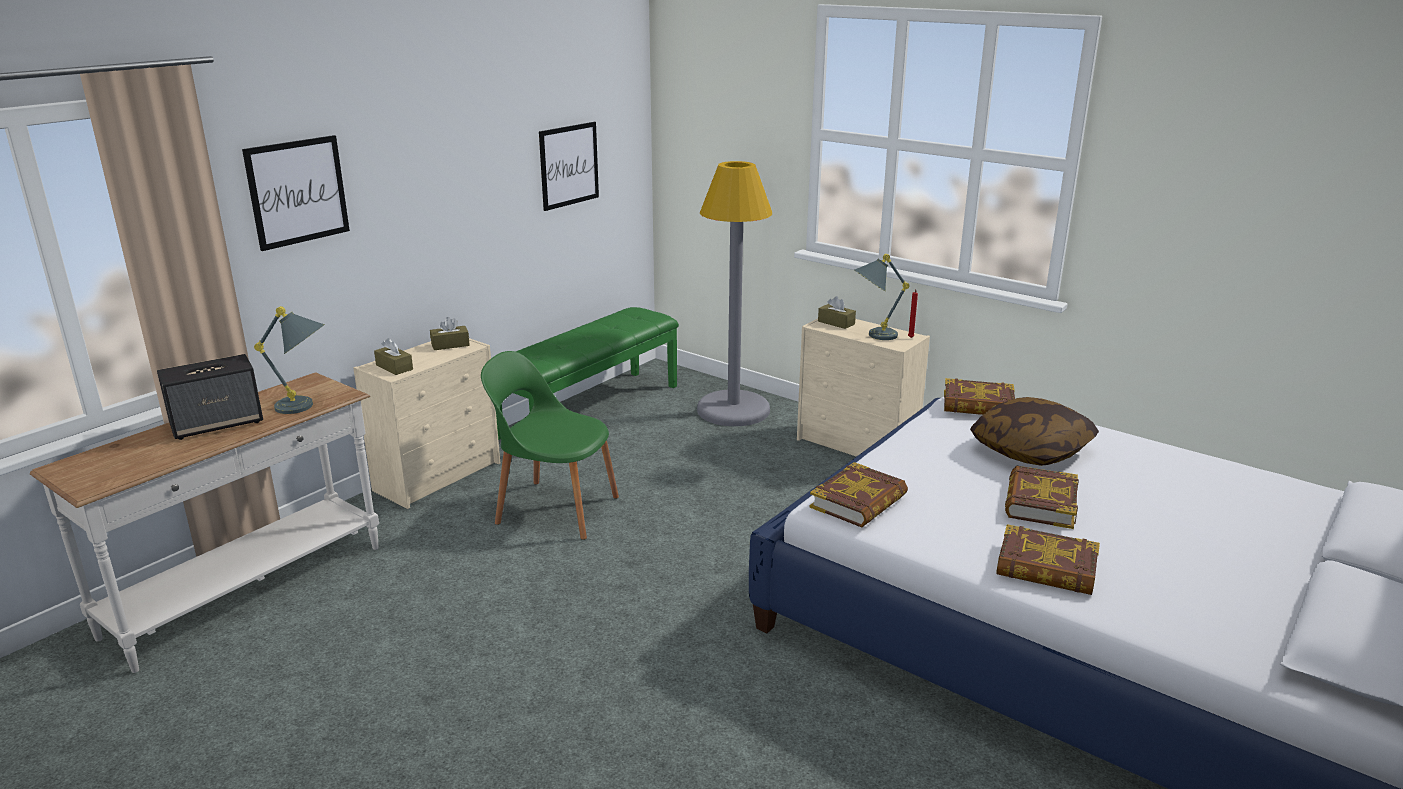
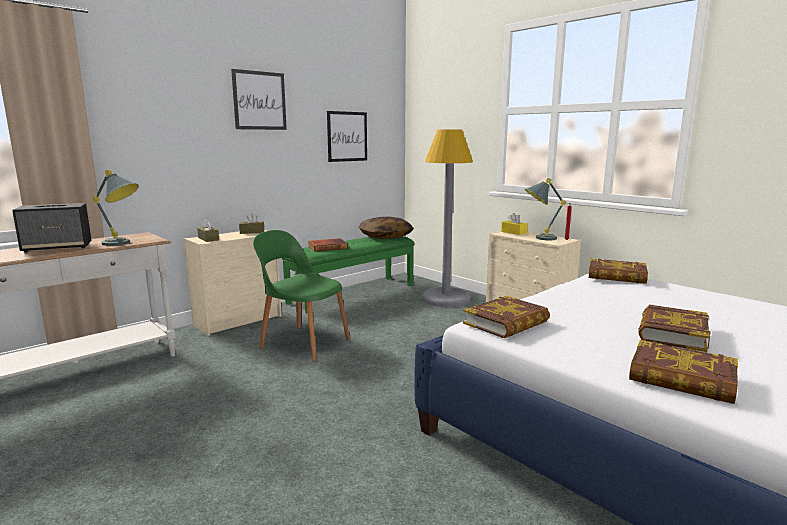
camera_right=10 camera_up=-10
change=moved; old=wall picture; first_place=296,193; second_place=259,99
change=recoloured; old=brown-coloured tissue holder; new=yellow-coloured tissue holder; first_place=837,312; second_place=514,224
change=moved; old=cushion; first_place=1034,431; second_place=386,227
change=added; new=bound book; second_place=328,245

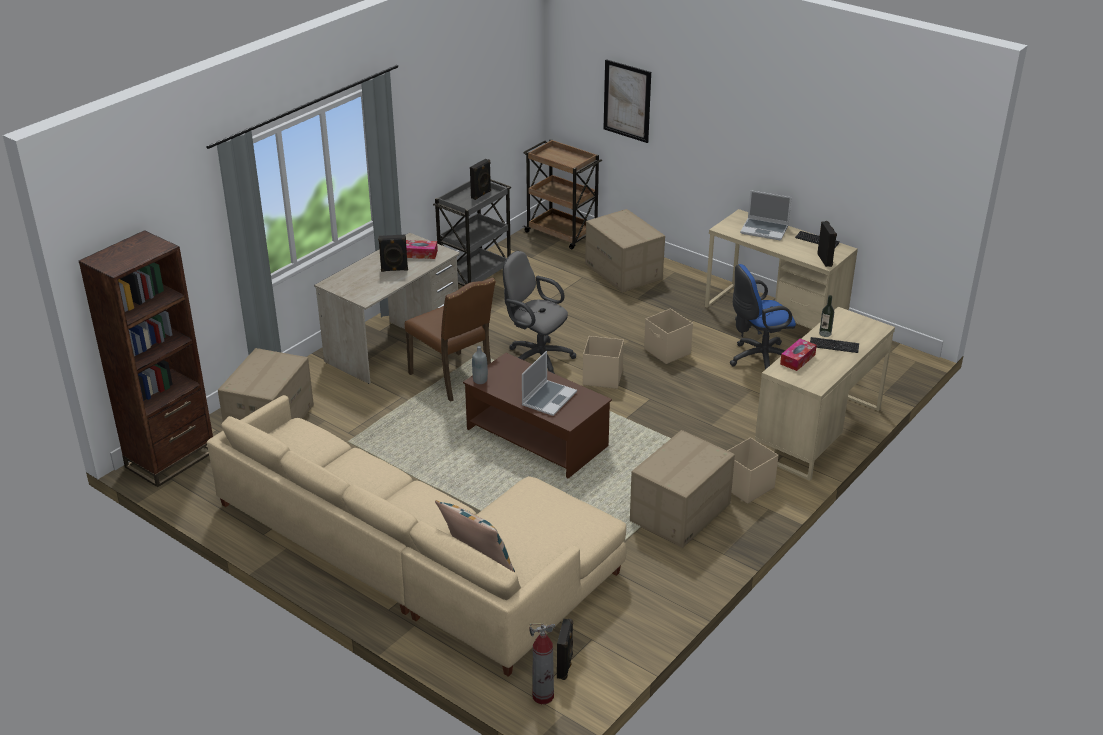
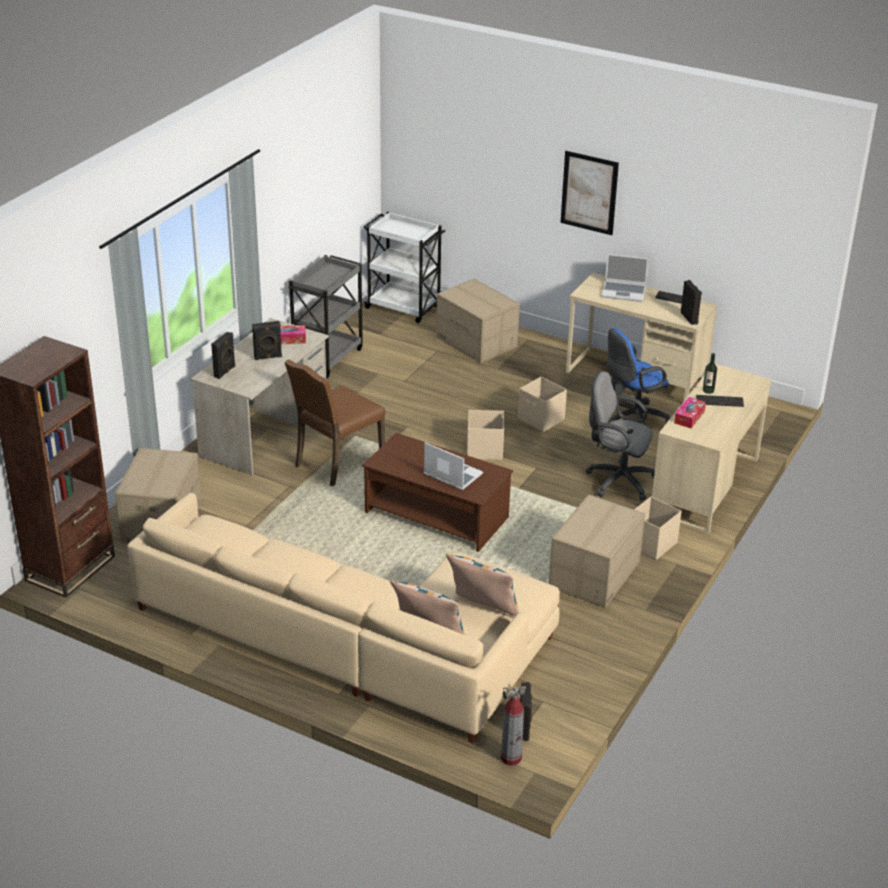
camera_right=-10 camera_up=0
change=moved; old=wall picture; first_place=627,101; second_place=590,193
change=recoloured; old=brown-coloured cart; new=white cart; first_place=562,194; second_place=404,267
change=moved; old=black loudspeaker; first_place=480,179; second_place=223,355
change=moved; old=gray office chair; first_place=539,312; second_place=620,436
change=turned; old=brown-coloured chair; first_place=450,340; second_place=335,423; degrees=90
change=removed; old=gray bottle; first_place=480,365
change=turned; old=laptop; first_place=549,383; second_place=453,466; degrees=-75
change=added; new=cushion; second_place=483,585

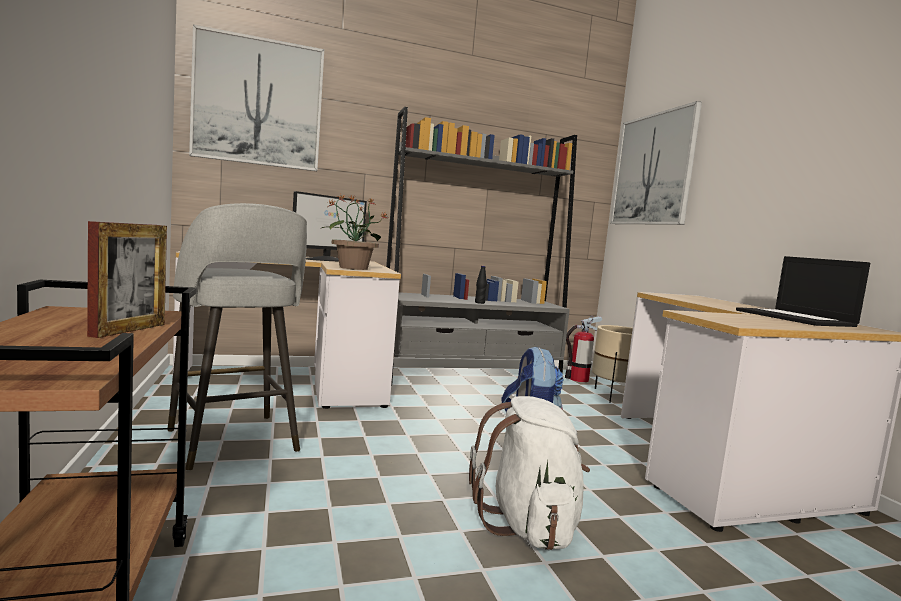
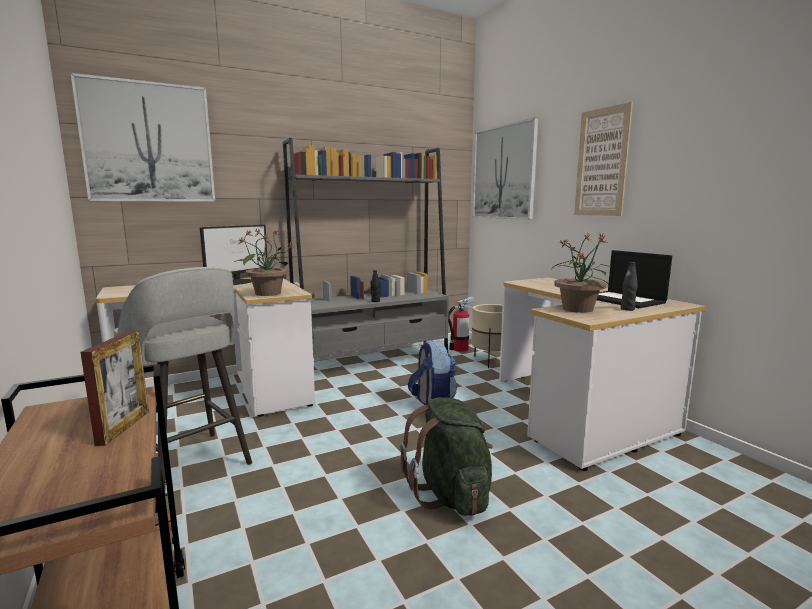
camera_right=-10 camera_up=5
change=recoloured; old=white backpack; new=green-coloured backpack; first_place=529,473; second_place=446,456
change=added; new=wall picture; second_place=603,159
change=added; new=potted plant; second_place=583,273
change=added; new=black bottle; second_place=629,286

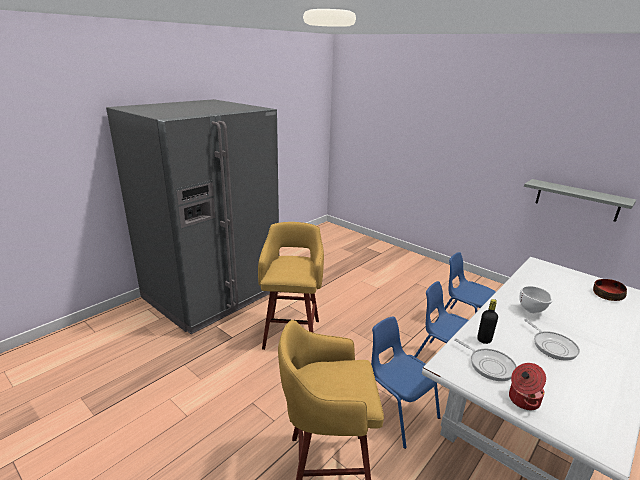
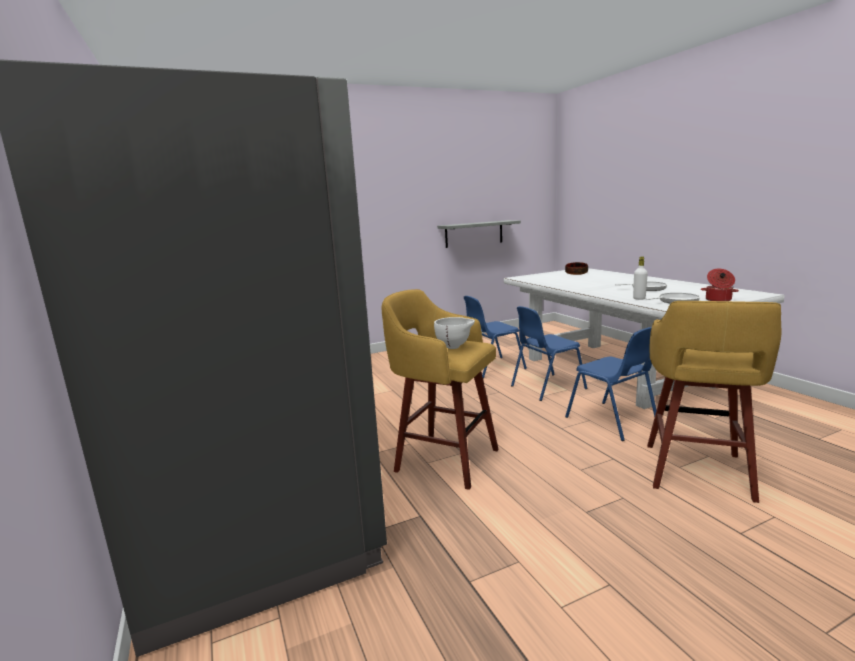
camera_right=-65 camera_up=-10
change=moved; old=white bowl; first_place=535,299; second_place=454,333
change=recoloured; old=black bottle; new=white bottle; first_place=487,321; second_place=640,278
change=turned; old=blue-coloured chair; first_place=405,382; second_place=610,384; degrees=-105

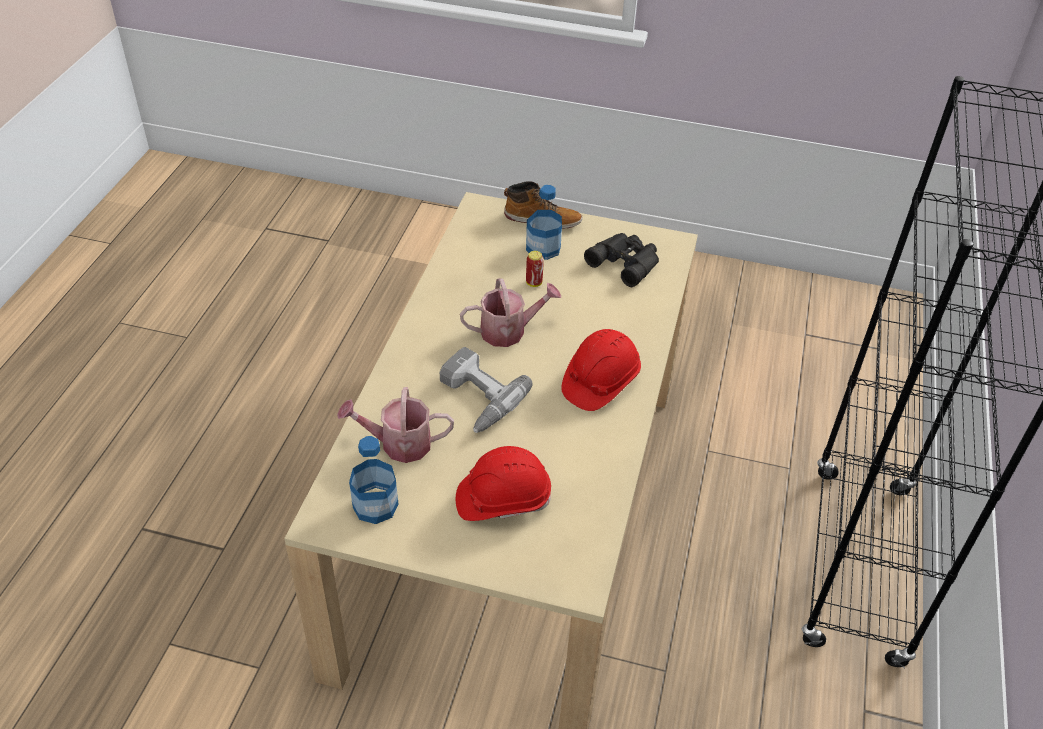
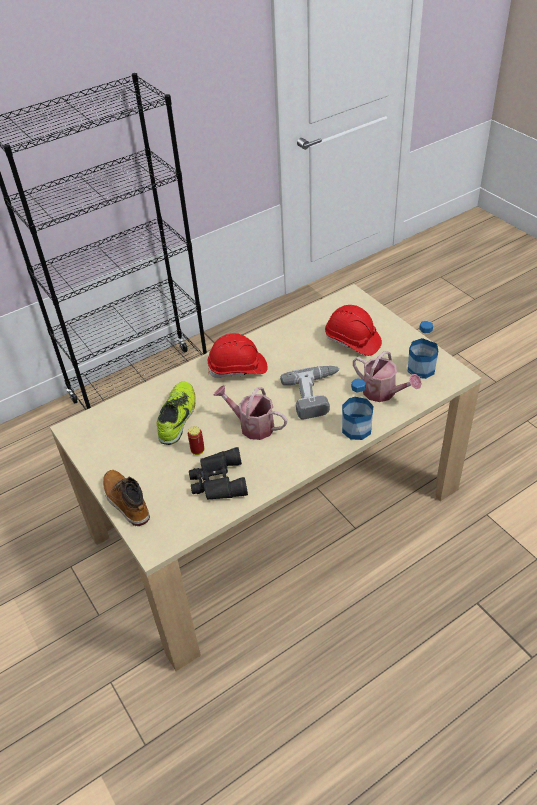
camera_right=-135 camera_up=0
change=moved; old=bottle; first_place=544,222; second_place=357,409
change=moved; old=black pair of binoculars; first_place=621,260; second_place=218,473
change=added; new=shoe; second_place=176,413

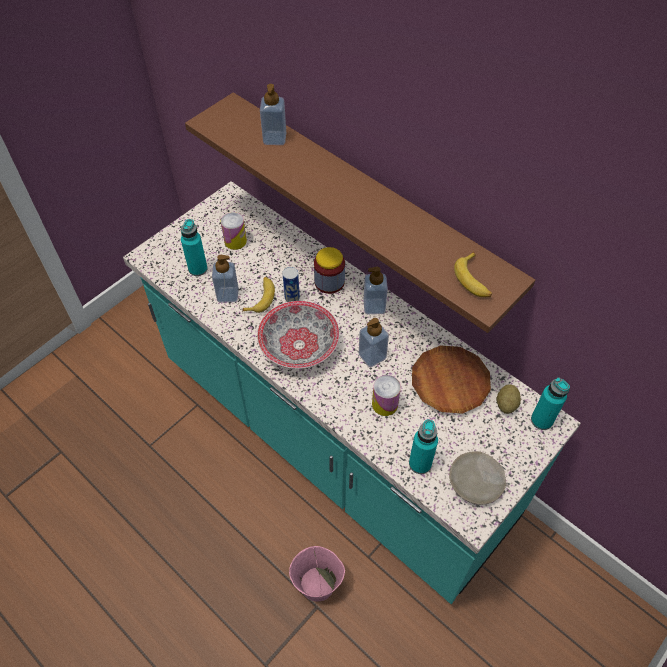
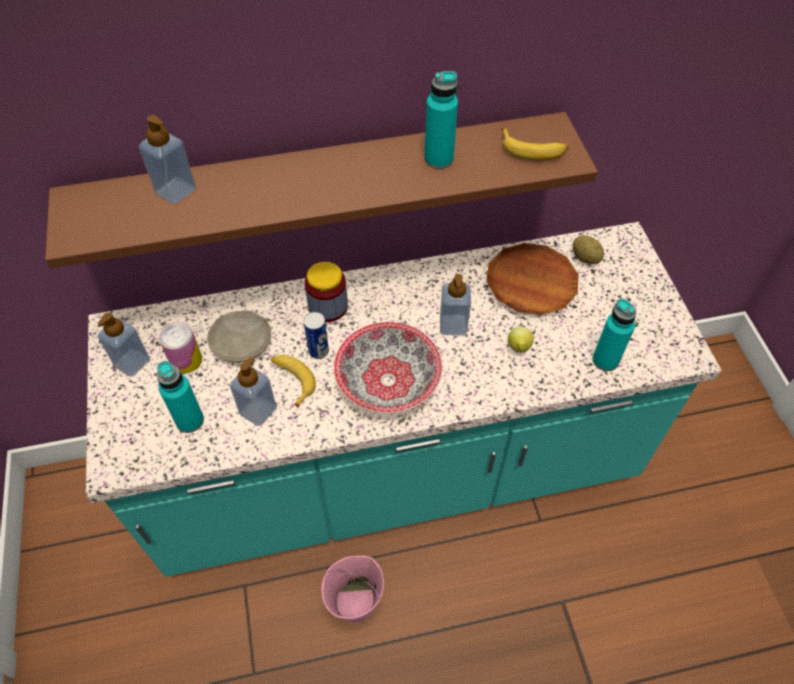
camera_right=-55 camera_up=0
change=moved; old=liquid soap bottle; first_place=375,290; second_place=123,345
change=replaced; old=metal can; new=whole lemon; first_place=386,395; second_place=521,339
change=moved; old=turquoise bottle; first_place=550,404; second_place=441,120
change=moved; old=beige flat dish; first_place=477,478; second_place=239,337
change=moved; old=pink-coloured water bucket; first_place=317,574; second_place=353,589

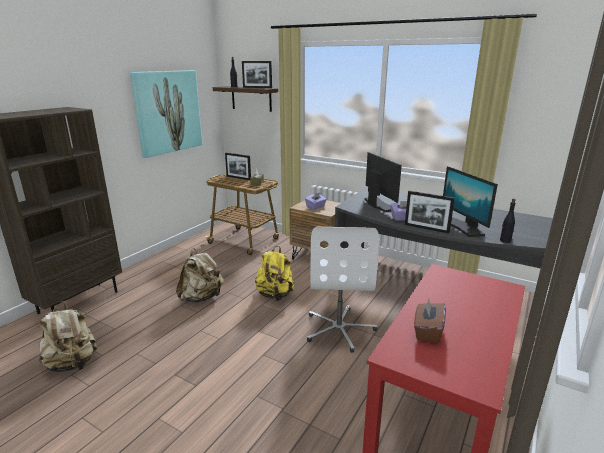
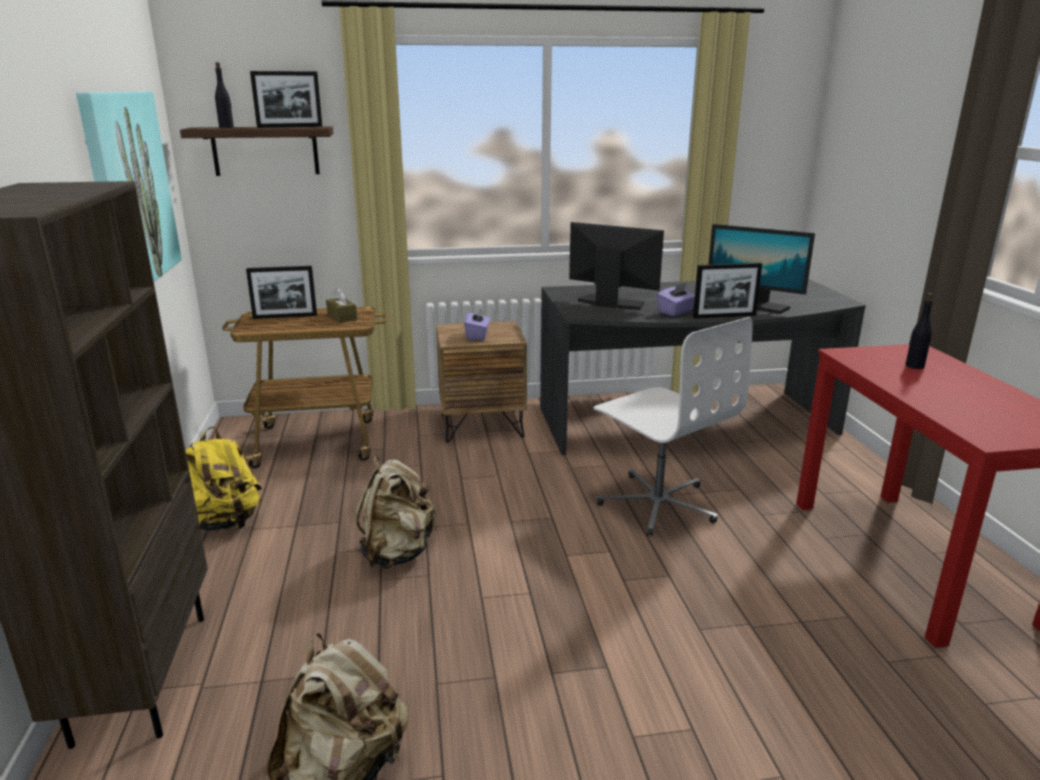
camera_right=-40 camera_up=0
change=moved; old=black bottle; first_place=508,221; second_place=919,331
change=moved; old=yellow-coloured backpack; first_place=274,273; second_place=224,478
change=removed; old=brown-coloured tissue holder; first_place=430,320

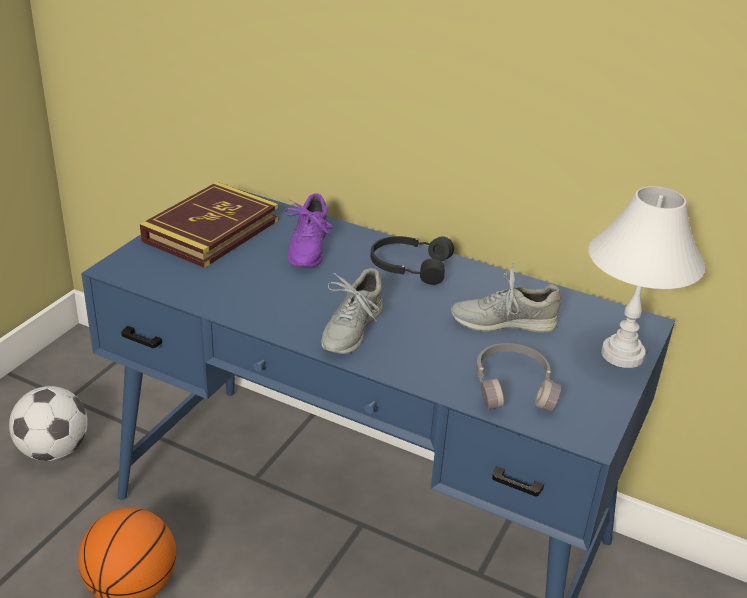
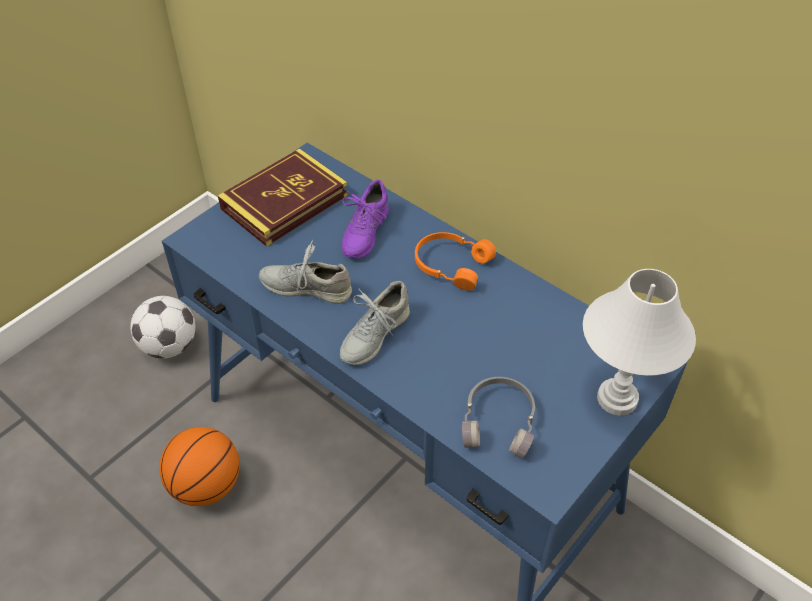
camera_right=15 camera_up=15
change=recoloured; old=black headset; new=orangey headset; first_place=412,260; second_place=455,261
change=moved; old=gray shoe; first_place=506,298; second_place=305,272

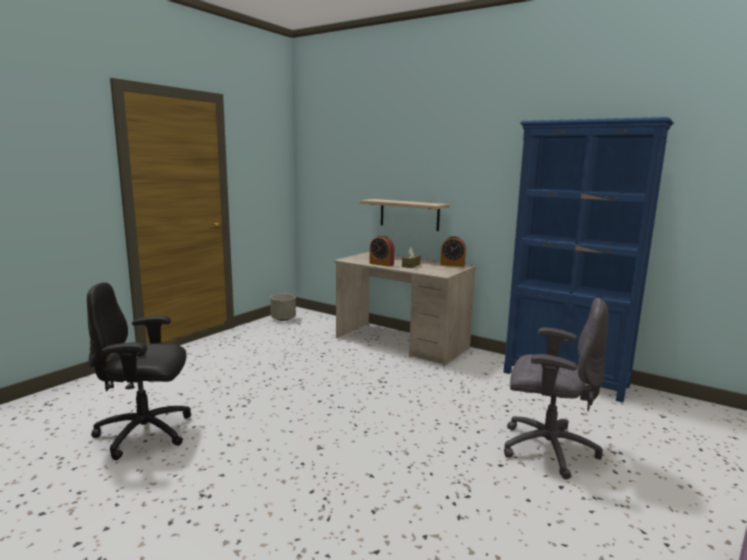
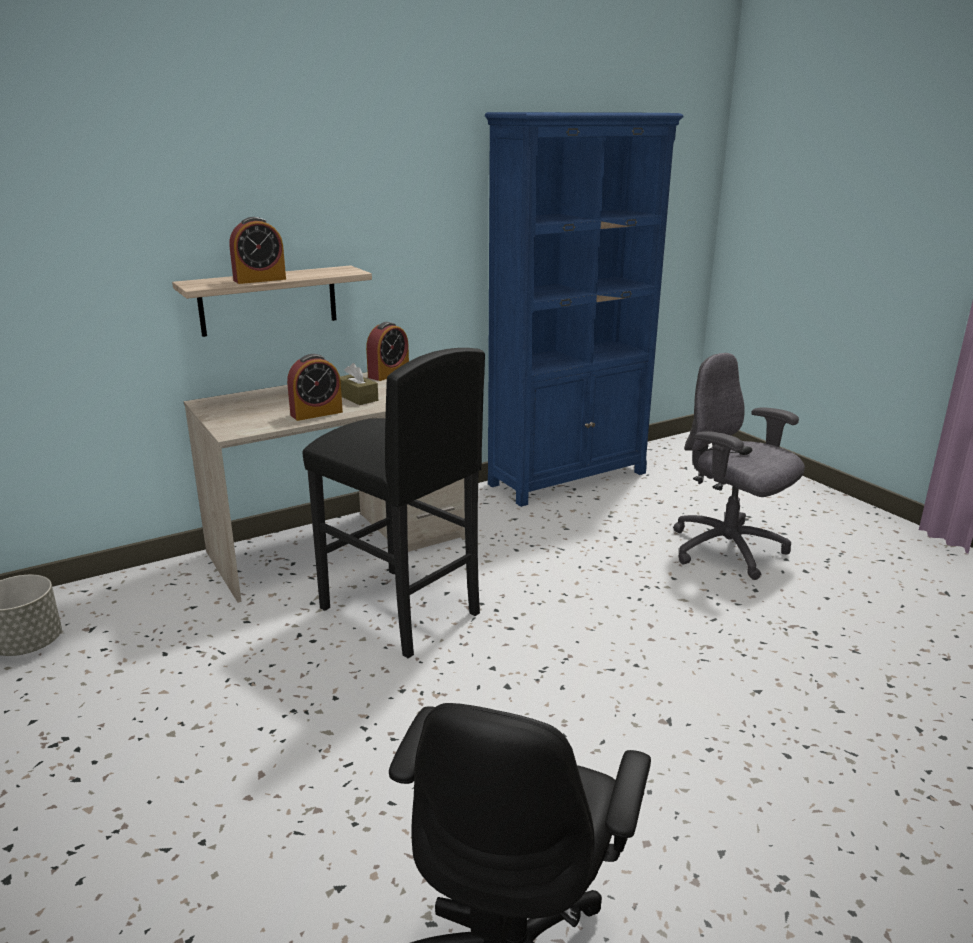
camera_right=-65 camera_up=10
change=turned; old=gray office chair; first_place=556,389; second_place=739,466; degrees=-90
change=added; new=alarm clock; second_place=257,250
change=added; new=black stool; second_place=394,503

